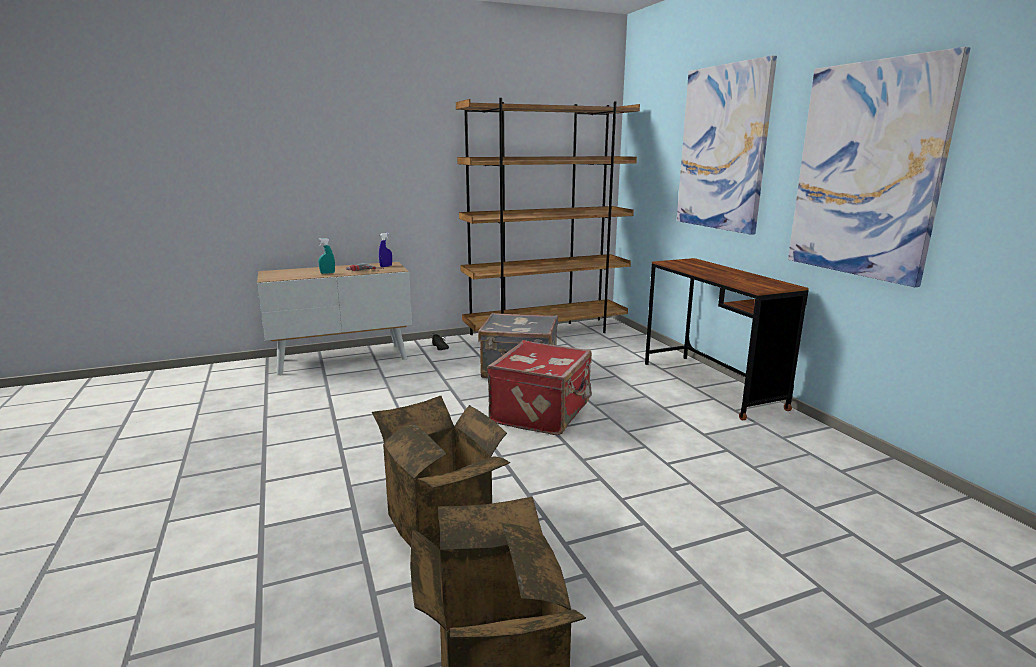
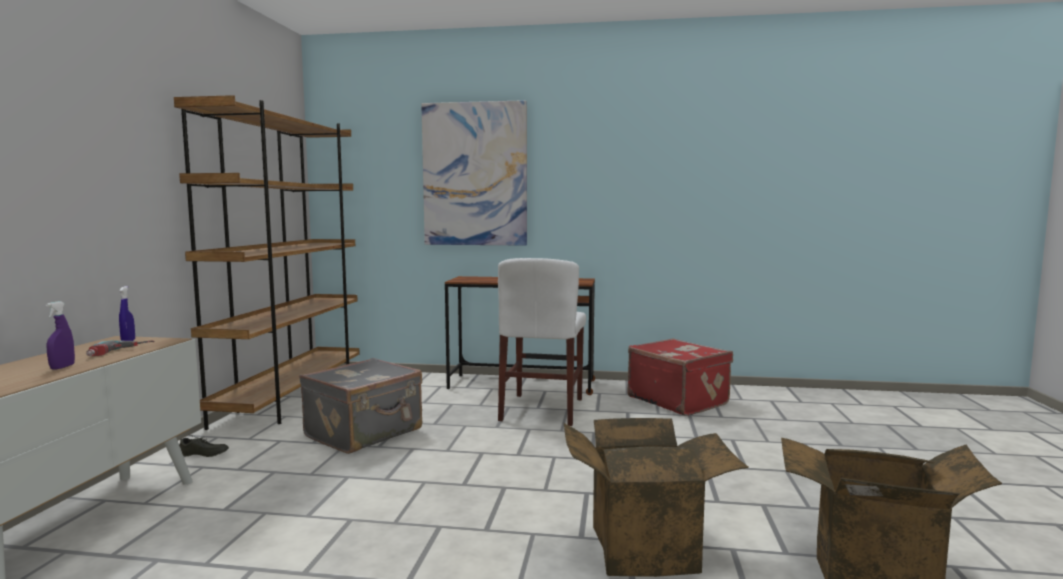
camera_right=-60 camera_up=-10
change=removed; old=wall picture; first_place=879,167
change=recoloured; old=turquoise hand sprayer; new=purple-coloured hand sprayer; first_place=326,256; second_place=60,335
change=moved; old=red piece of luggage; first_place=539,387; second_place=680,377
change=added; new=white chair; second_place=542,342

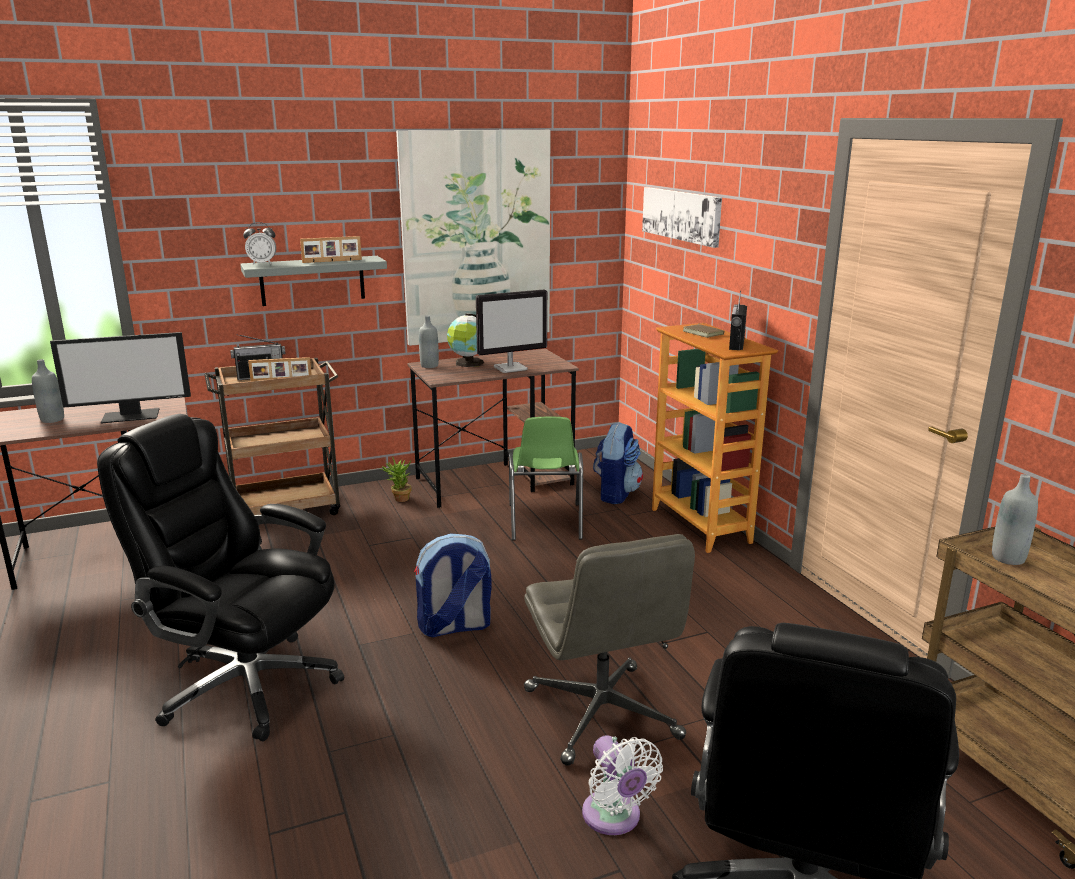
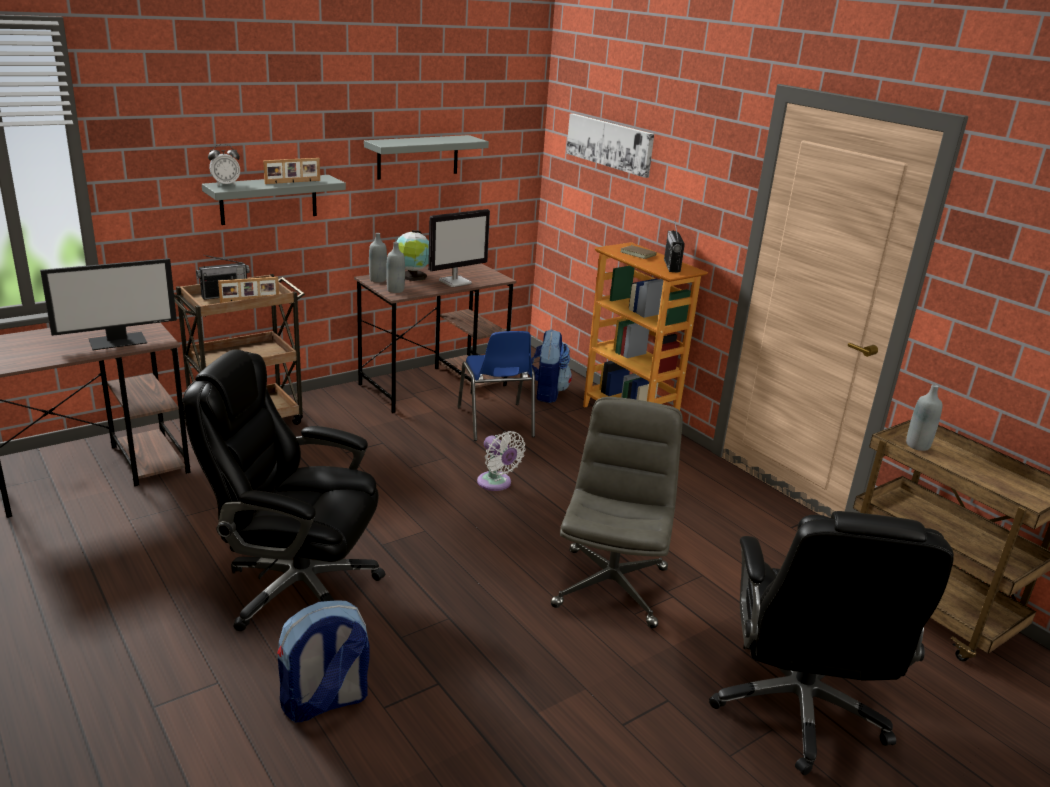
camera_right=-15 camera_up=5
change=replaced; old=wall picture; new=gray shelf; first_place=473,238; second_place=426,157
change=moved; old=gray bottle; first_place=48,391; second_place=395,267
change=recoloured; old=green-coloured chair; new=blue-coloured chair; first_place=546,478; second_place=496,386
change=removed; old=potted plant; first_place=395,479
change=moved; old=backpack; first_place=453,585; second_place=323,661
change=turned; old=gray office chair; first_place=609,650; second_place=617,512; degrees=-135
change=moved; old=white fan; first_place=622,785; second_place=501,461

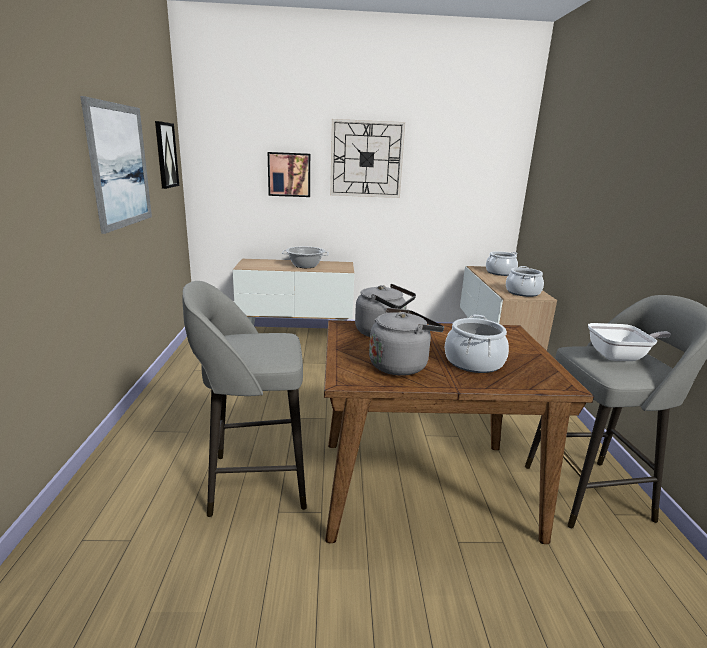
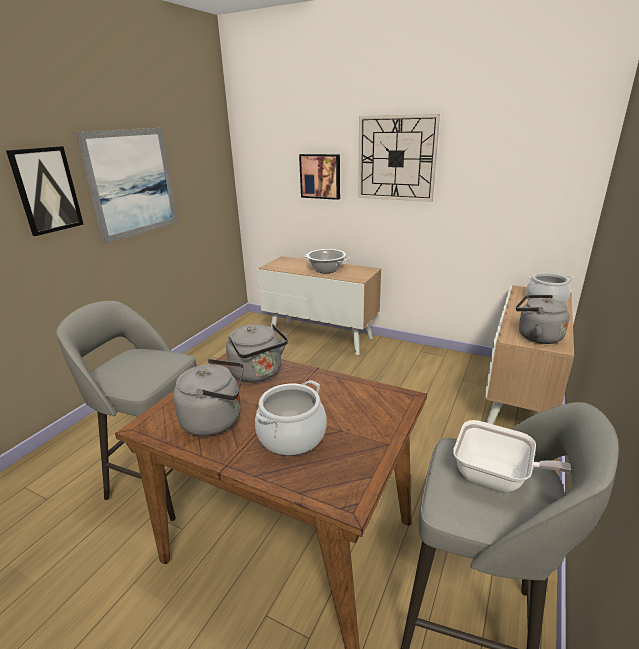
camera_right=30 camera_up=5
change=moved; old=wall picture; first_place=167,155; second_place=45,191
change=replaced; old=cooking pot; new=gray tea kettle; first_place=525,281; second_place=543,319

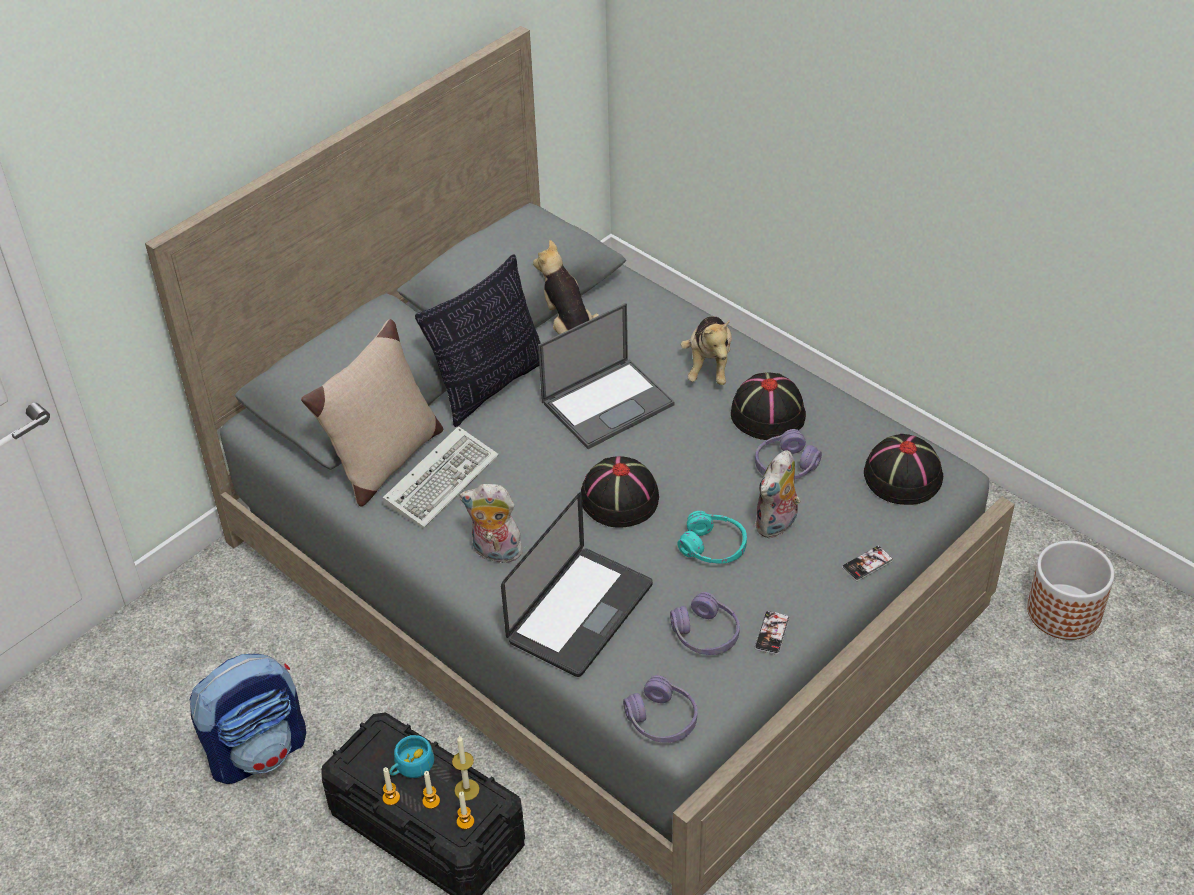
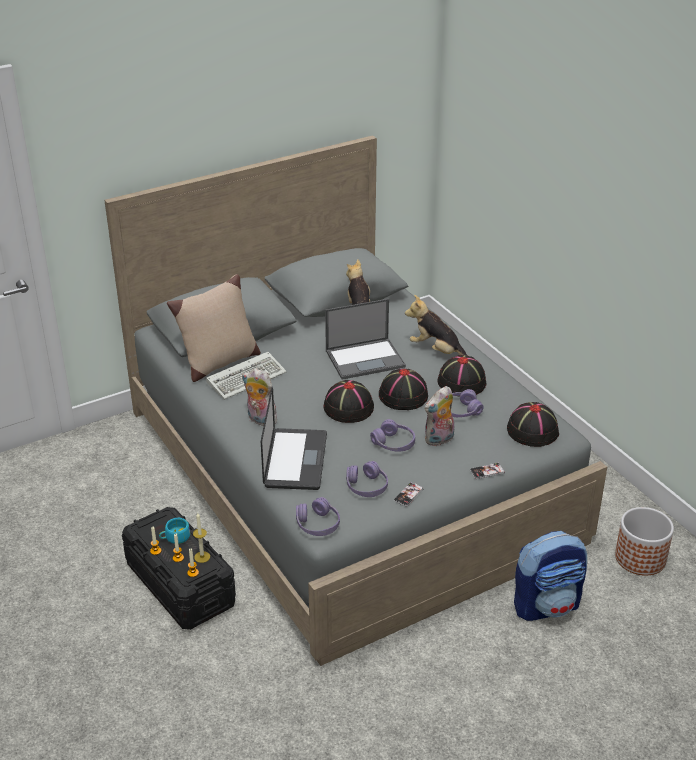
camera_right=15 camera_up=-10
change=removed; old=cushion; first_place=477,340
change=turned; old=cuddly toy; first_place=706,350; second_place=436,325; degrees=105
change=turned; old=laptop; first_place=576,584; second_place=294,438; degrees=-45
change=recoloured; old=turquoise headset; new=purple-coloured headset; first_place=712,537; second_place=392,435
change=moved; old=backpack; first_place=248,719; second_place=550,576
change=added; new=black clothing hat; second_place=403,389

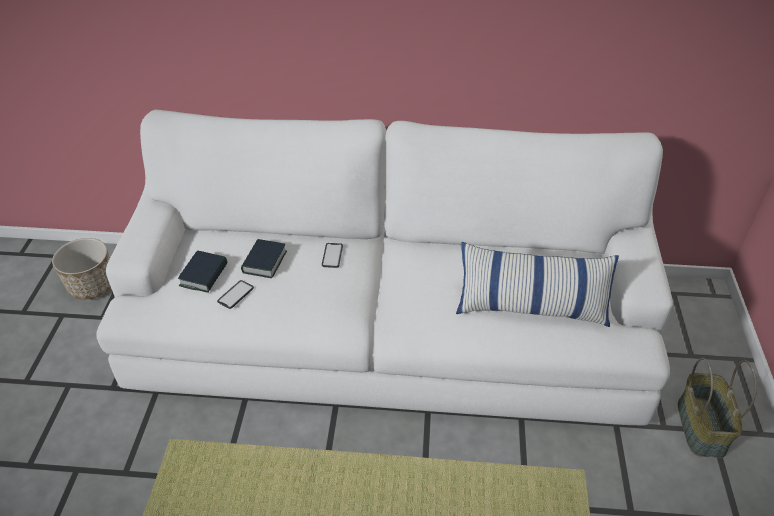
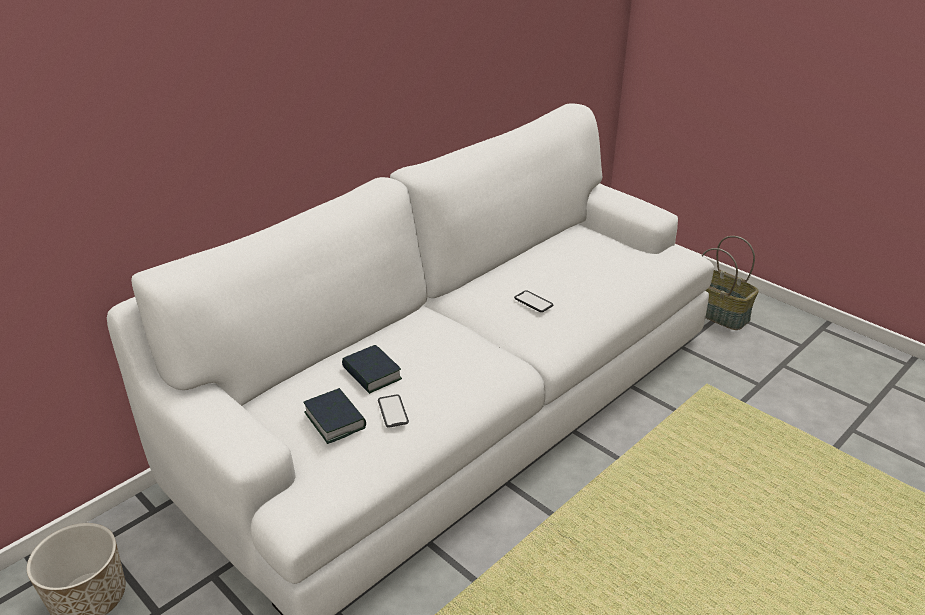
camera_right=-50 camera_up=-10
change=removed; old=cushion; first_place=537,284
change=moved; old=telephone; first_place=332,255; second_place=533,301

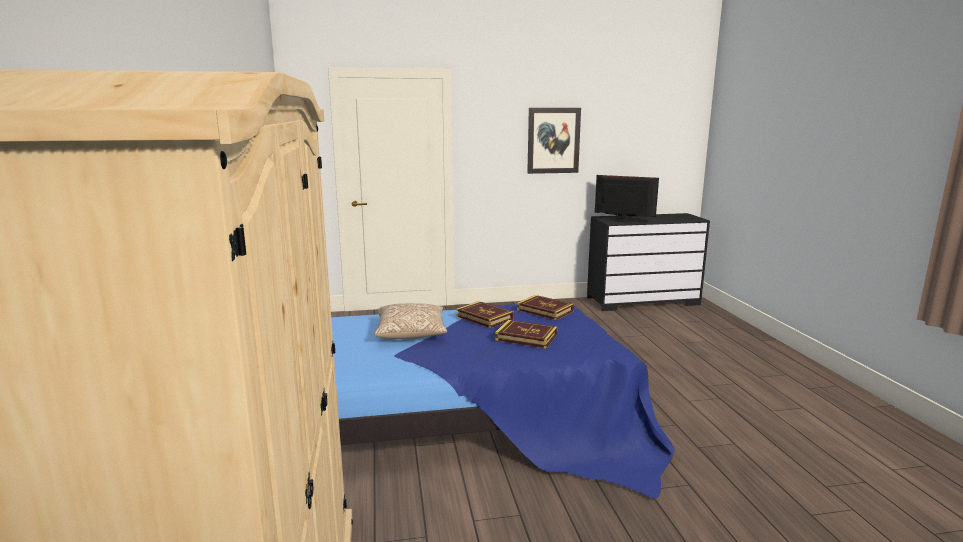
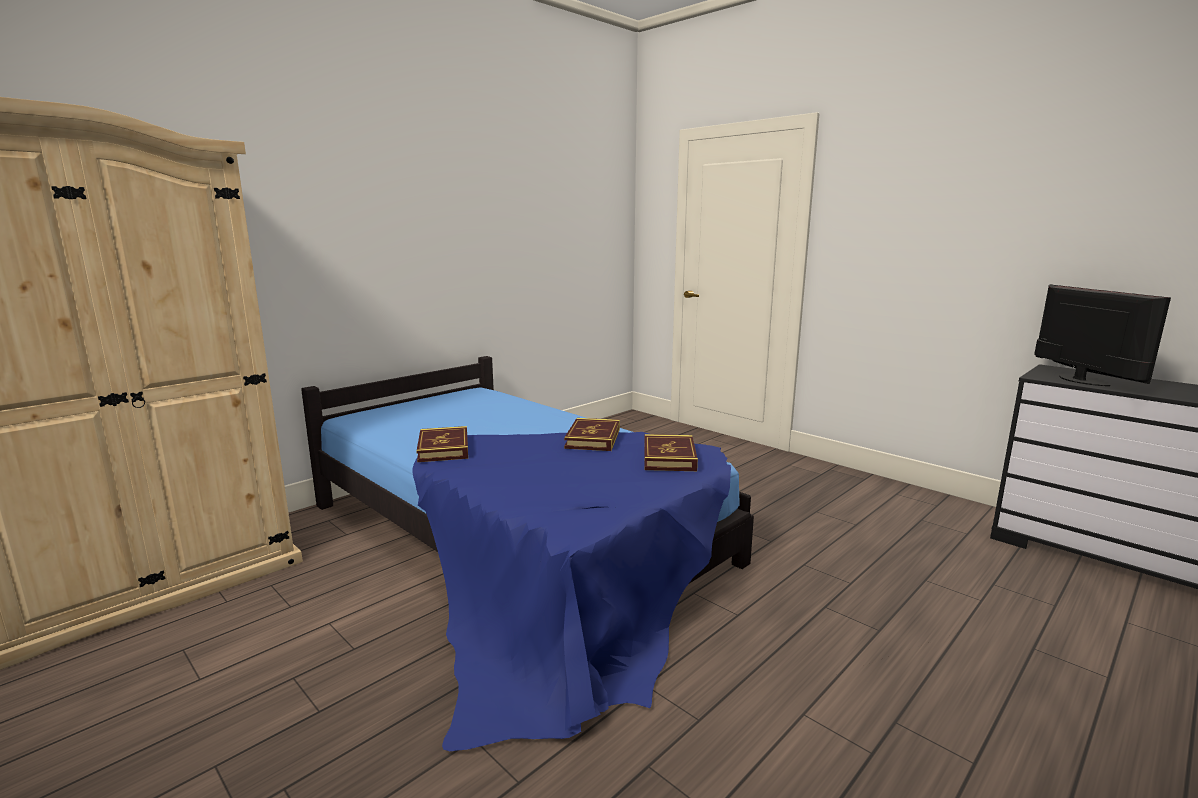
camera_right=55 camera_up=0
change=removed; old=wall picture; first_place=554,141
change=removed; old=cushion; first_place=410,321
change=moved; old=bound book; first_place=526,334; second_place=442,444

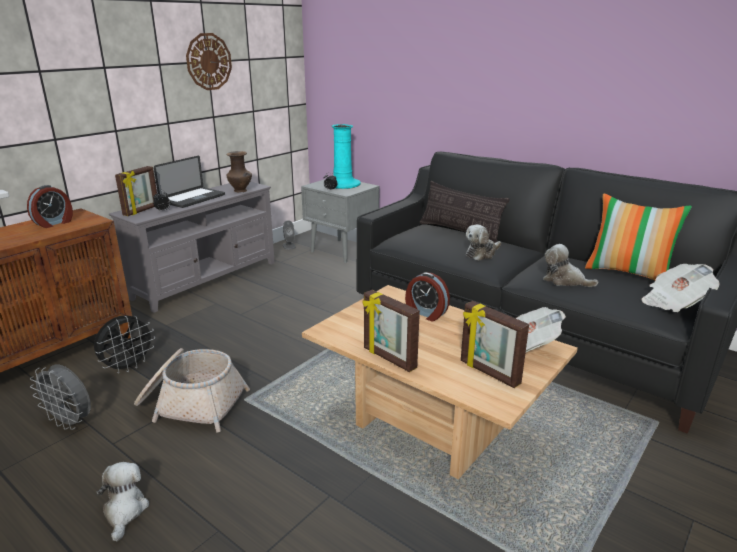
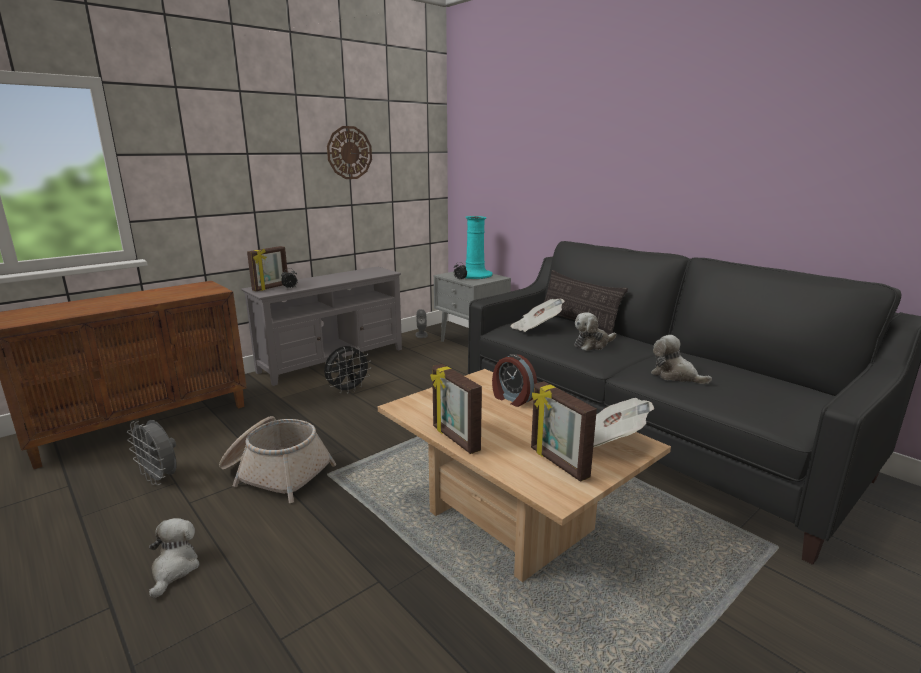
camera_right=10 camera_up=-5
change=removed; old=brown-coloured decorative vase; first_place=239,171
change=removed; old=laptop; first_place=189,182
change=removed; old=alarm clock; first_place=50,206
change=removed; old=cushion; first_place=638,237
change=moved; old=newspaper; first_place=681,288; second_place=537,315
change=moved; old=black fan; first_place=124,344; second_place=347,369

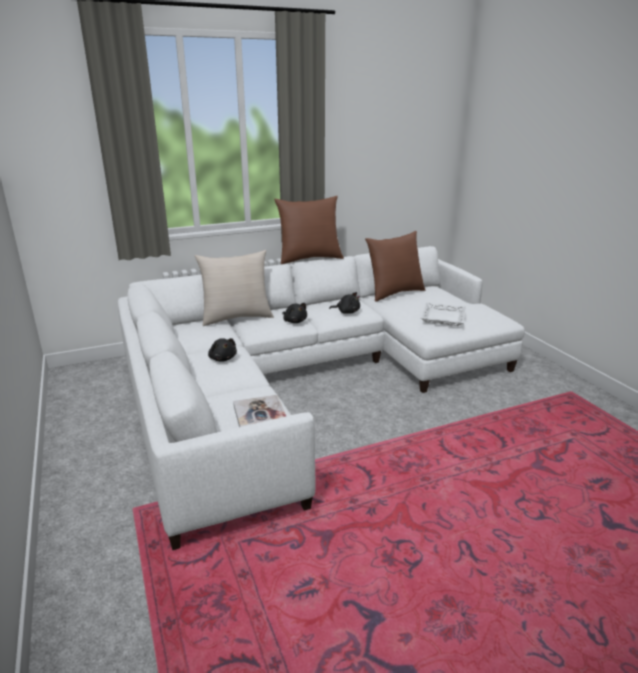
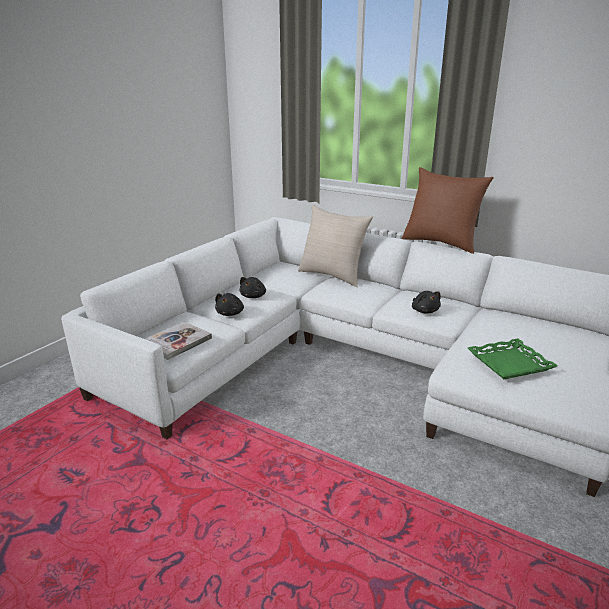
camera_right=55 camera_up=0
change=removed; old=brown-coloured cushion; first_place=395,266
change=recoloured; old=white serving tray; new=green-coloured serving tray; first_place=443,314; second_place=513,358
change=moved; old=black cuddly toy; first_place=295,313; second_place=229,304

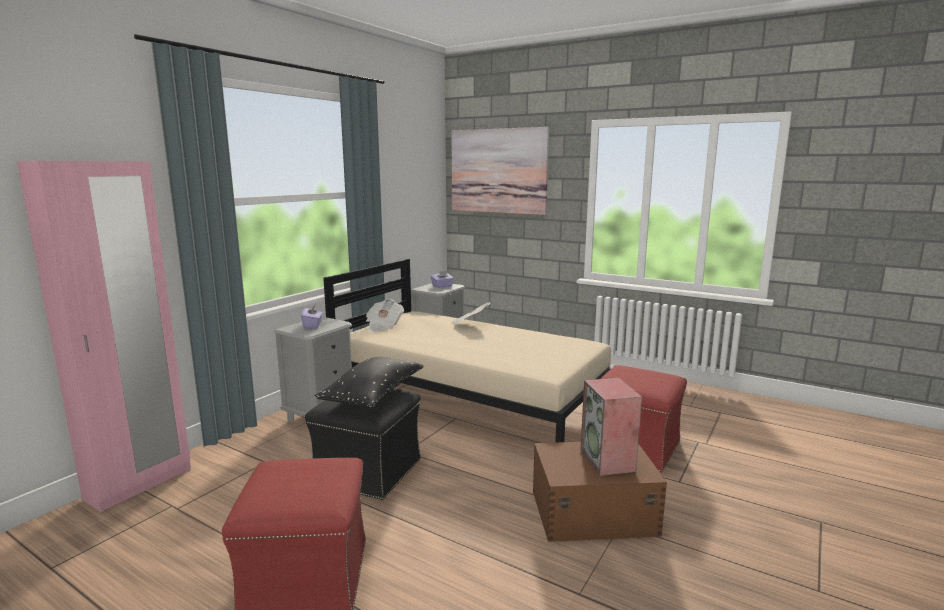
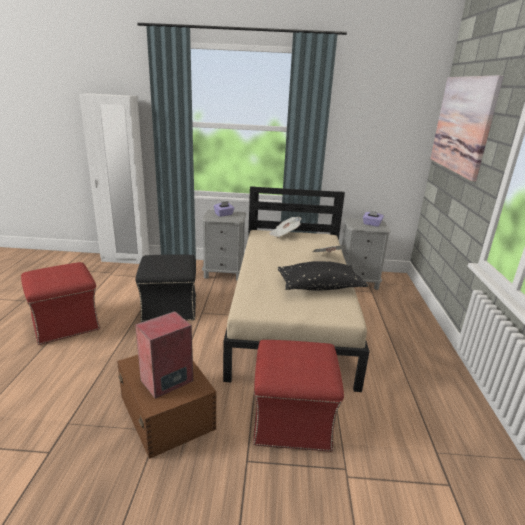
camera_right=60 camera_up=10
change=recoloured; old=pink-coloured clothes cupboard; new=white clothes cupboard; first_place=104,336; second_place=114,179
change=moved; old=black cushion; first_place=369,382; second_place=323,275

